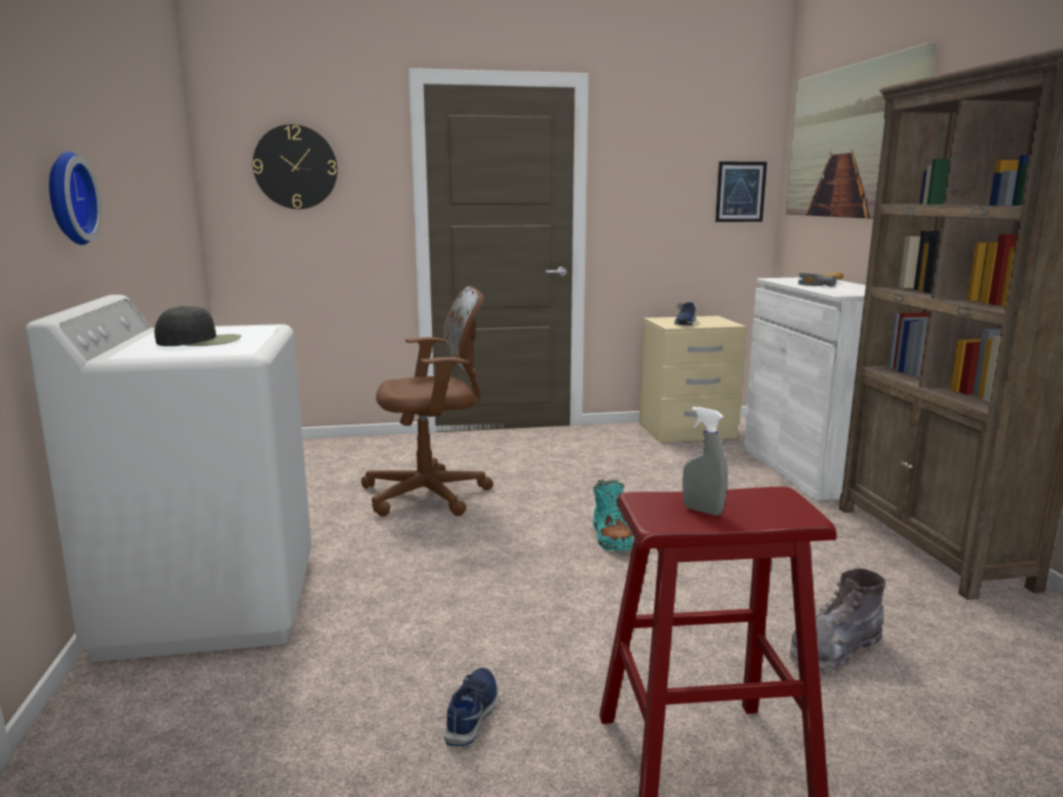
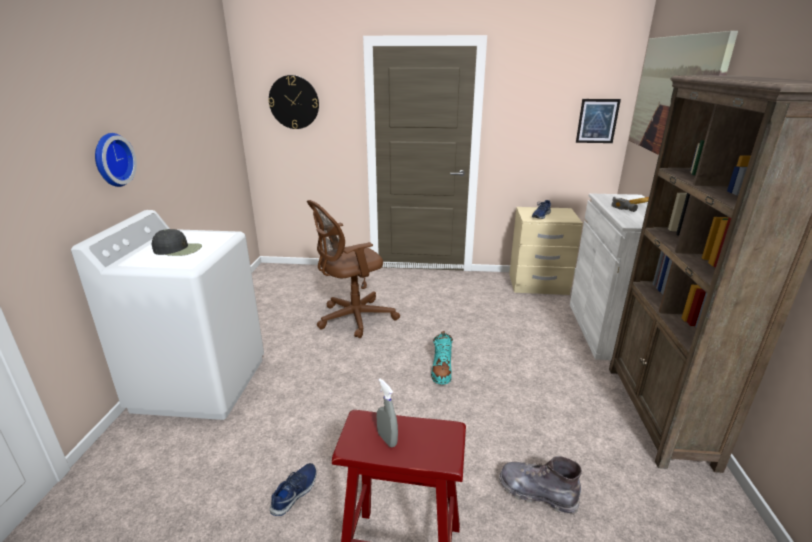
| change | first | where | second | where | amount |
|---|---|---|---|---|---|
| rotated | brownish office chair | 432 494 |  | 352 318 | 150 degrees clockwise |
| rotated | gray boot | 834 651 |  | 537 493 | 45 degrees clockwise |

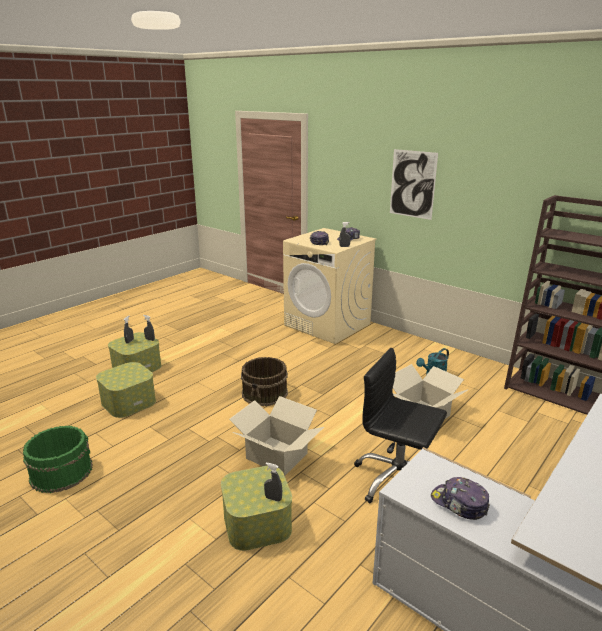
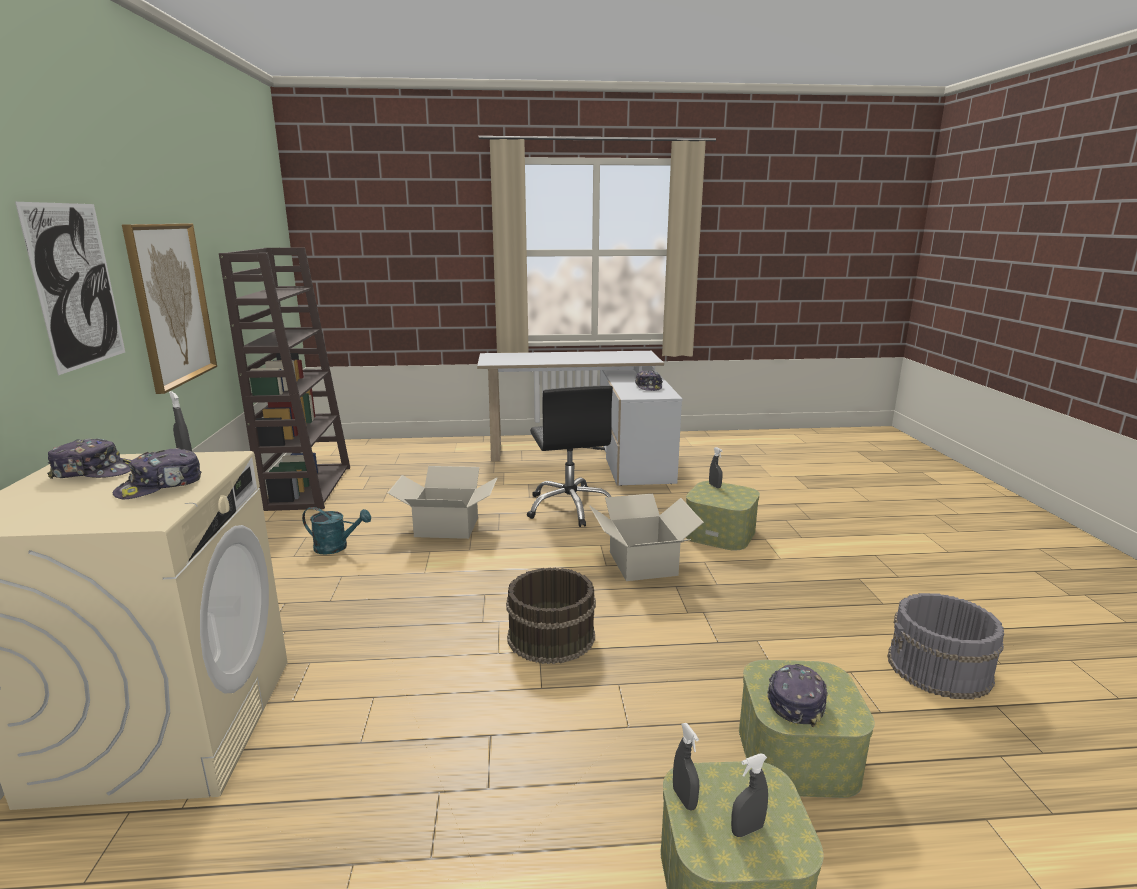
| change | first | where | second | where | amount |
|---|---|---|---|---|---|
| repainted | green-coloured pail | 61 472 | gray pail | 939 669 |  |
| new |  |  | wall picture | 171 304 |  |
| new |  |  | baseball cap | 795 701 |  |

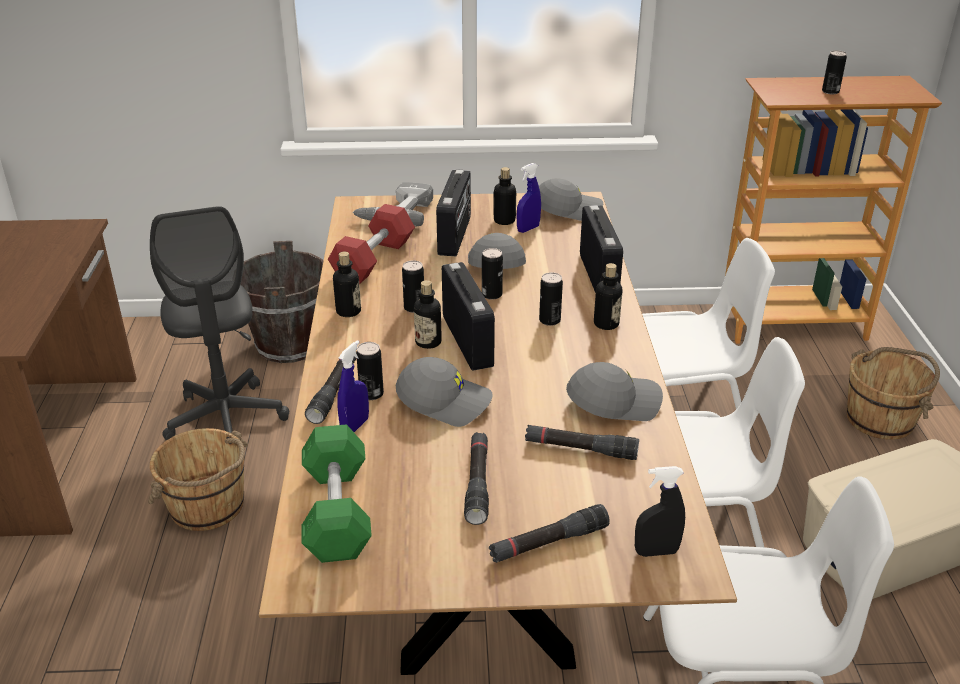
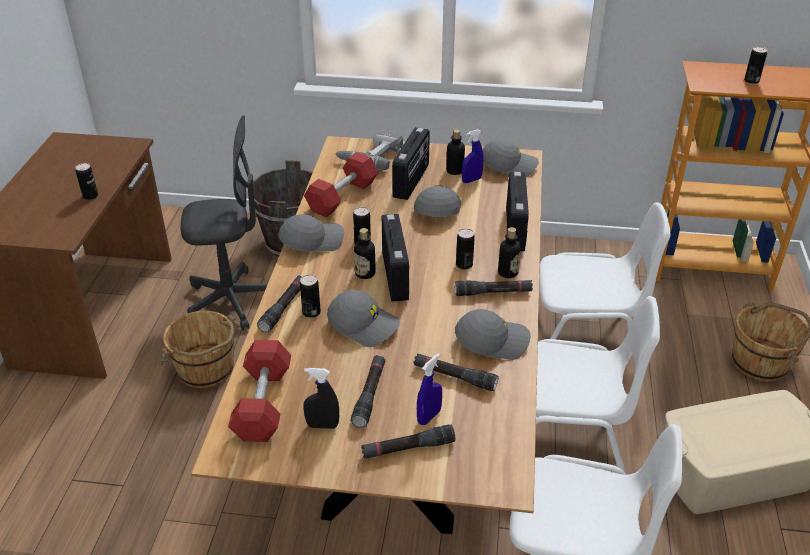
| change | first | where | second | where | amount |
|---|---|---|---|---|---|
| rotated | gray office chair | 226 419 |  | 232 301 | 90 degrees counterclockwise |
| shifted | can | 492 295 |  | 90 196 |  |
| swapped | beverage bottle | 348 311 | gray baseball cap | 312 240 |  |
| shifted | blue-coloured sprayer | 355 426 |  | 429 416 |  |
| repainted | green-coloured dumbbell | 337 511 | reddish dumbbell | 263 403 |  |
| shifted | blackish sprayer | 656 552 |  | 322 425 |  |
| new |  |  | blackish hand torch | 493 292 |  |

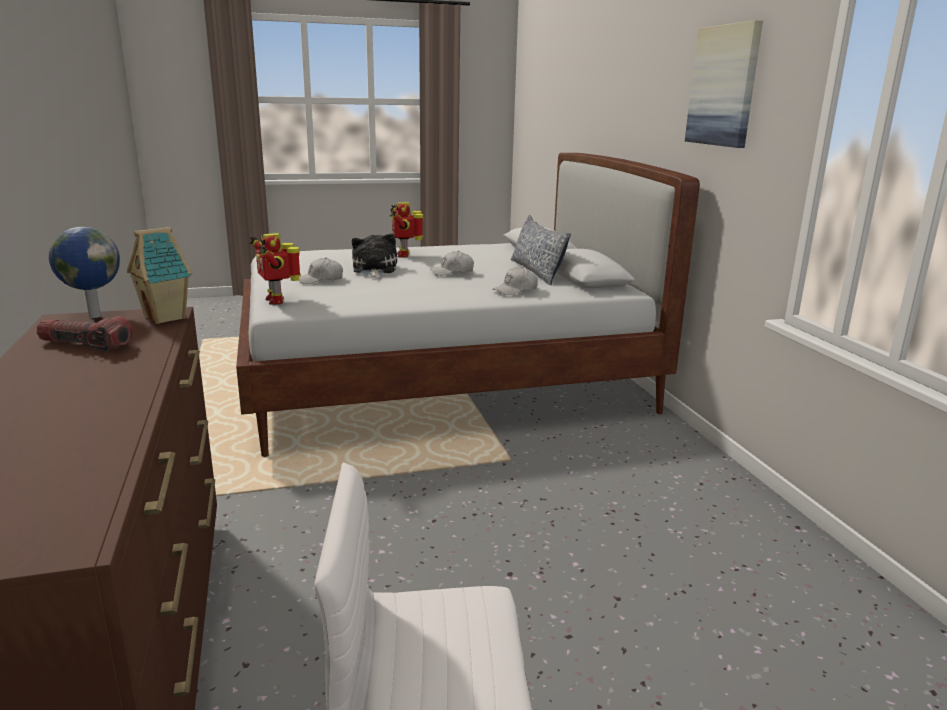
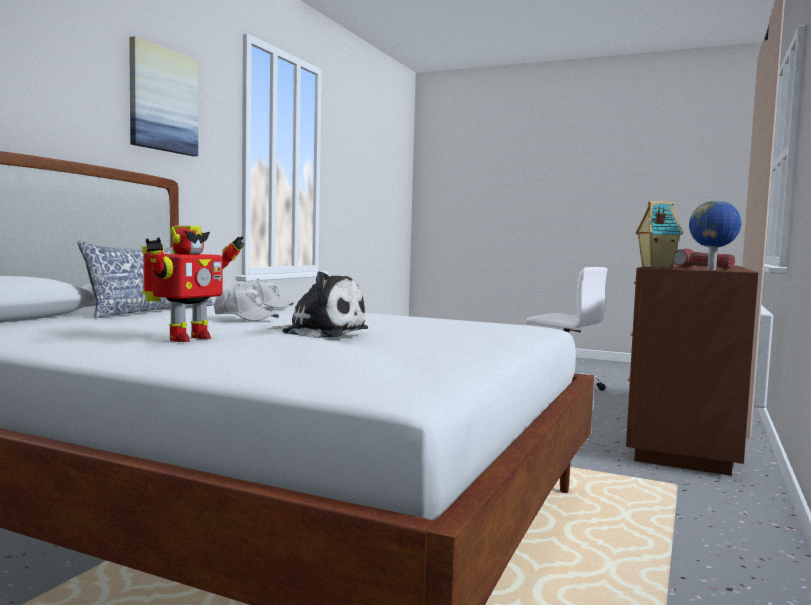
| change | first | where | second | where | amount |
|---|---|---|---|---|---|
| gone | robot figure | 277 300 |  |  |  |
| rotated | cuddly toy | 374 270 |  | 321 332 | 105 degrees counterclockwise |
| gone | white-coloured baseball cap | 320 280 |  |  |  |

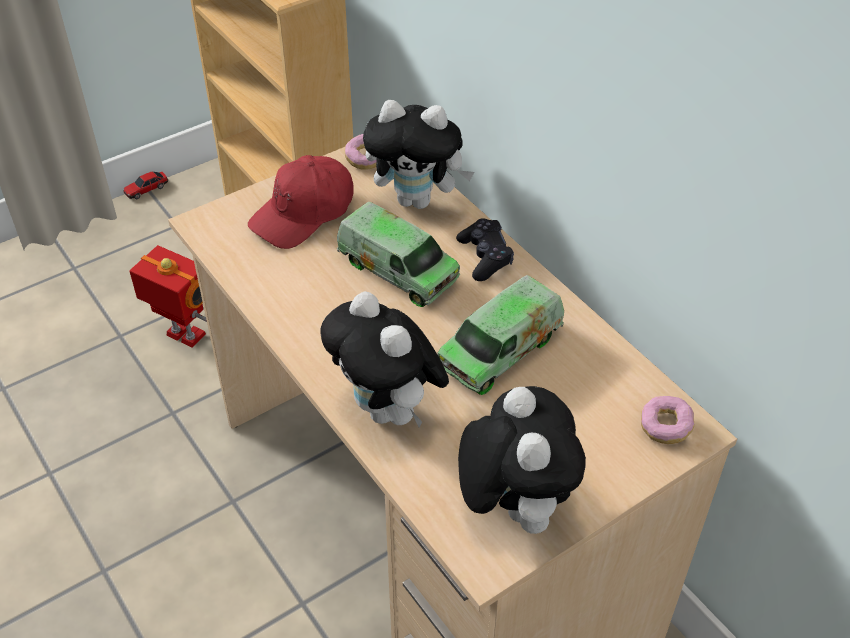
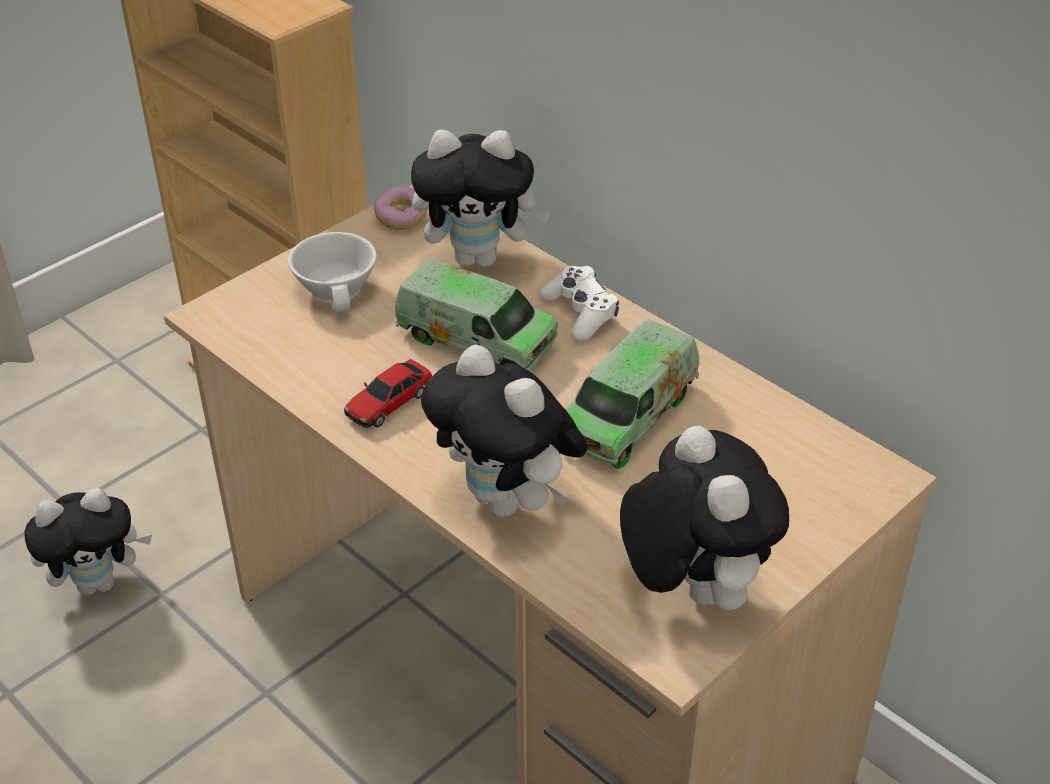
| change | first | where | second | where | amount |
|---|---|---|---|---|---|
| swapped | reddish baseball cap | 304 213 | white-coloured small cup | 339 289 |  |
| shifted | model car | 146 189 |  | 389 402 |  |
| repainted | blackish joypad | 485 257 | white-coloured joypad | 580 312 |  |
| gone | robot figure | 184 336 |  |  |  |
| gone | ring doughnut | 665 427 |  |  |  |
| new |  |  | cuddly toy | 99 582 |  |

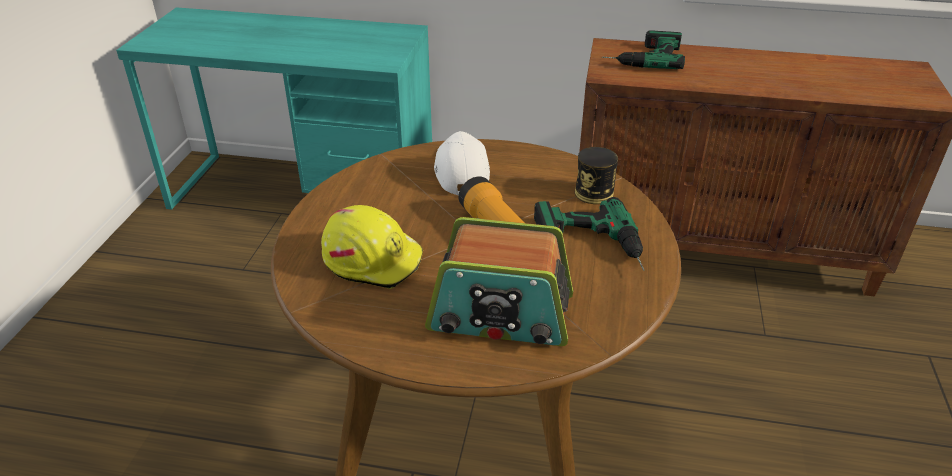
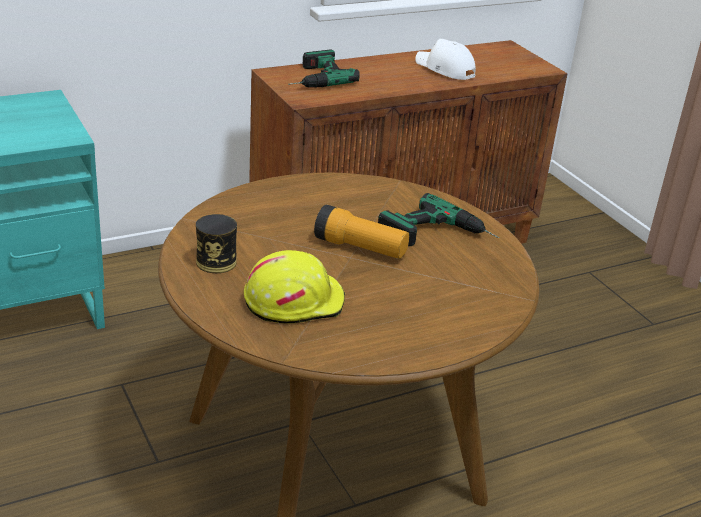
| change | first | where | second | where | amount |
|---|---|---|---|---|---|
| shifted | white-coloured baseball cap | 461 172 |  | 445 69 |  |
| shifted | can | 594 193 |  | 216 262 |  |
| gone | radio set | 500 314 |  |  |  |

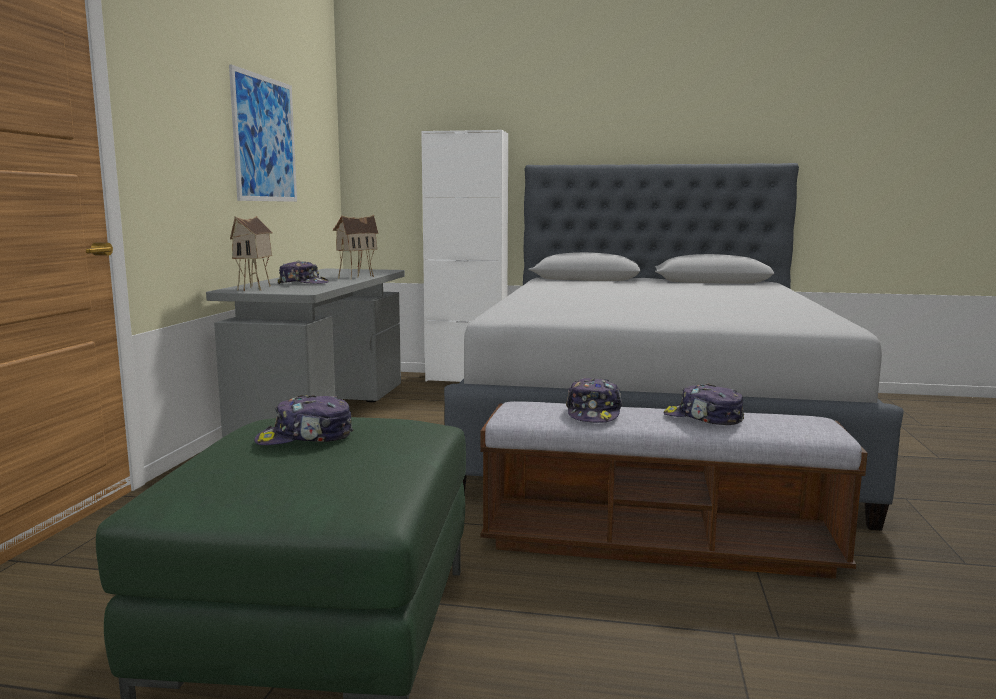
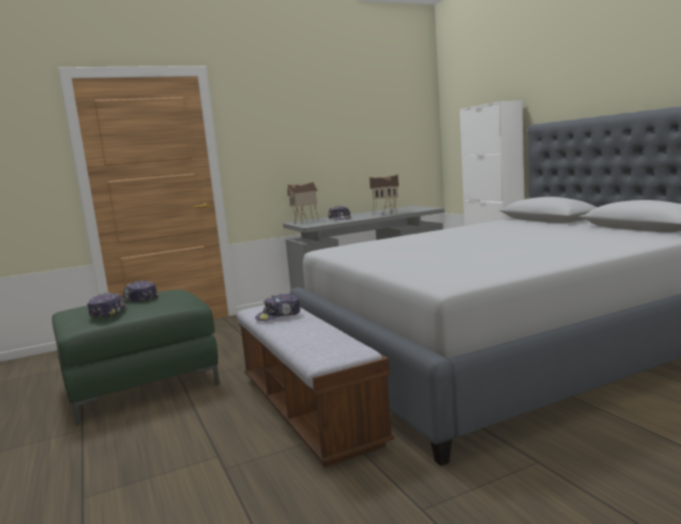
| change | first | where | second | where | amount |
|---|---|---|---|---|---|
| gone | wall picture | 264 139 |  |  |  |
| shifted | baseball cap | 703 419 |  | 108 312 |  |

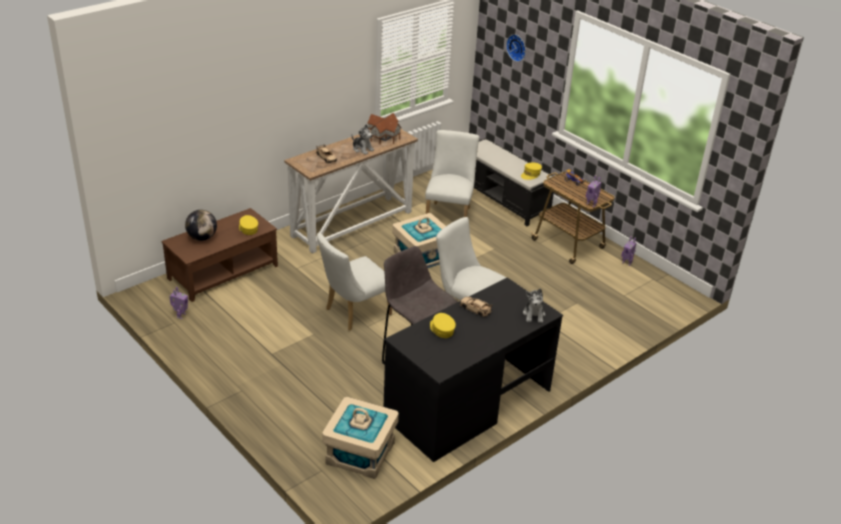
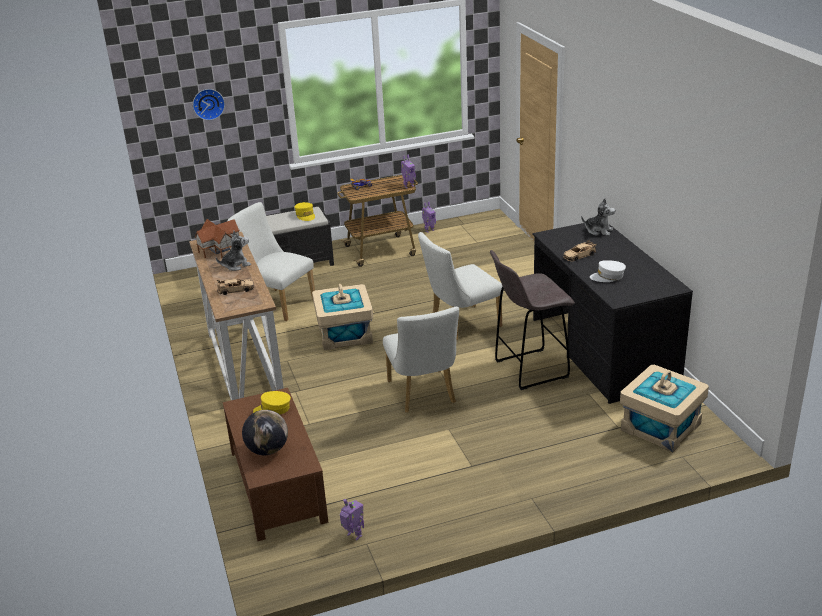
| change | first | where | second | where | amount |
|---|---|---|---|---|---|
| repainted | yellow-coloured baseball cap | 441 329 | white-coloured baseball cap | 608 277 |  |

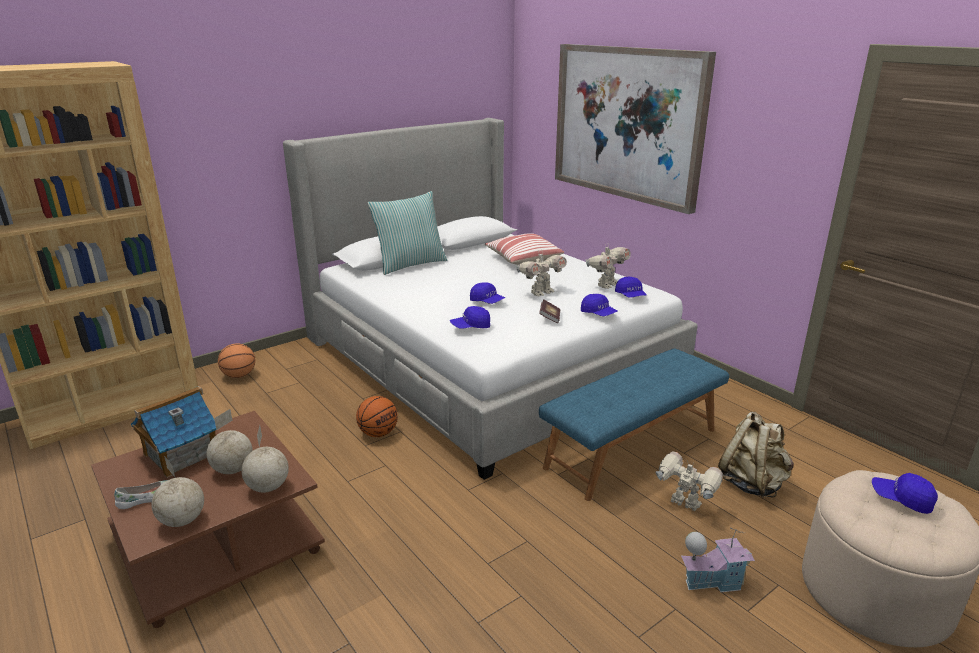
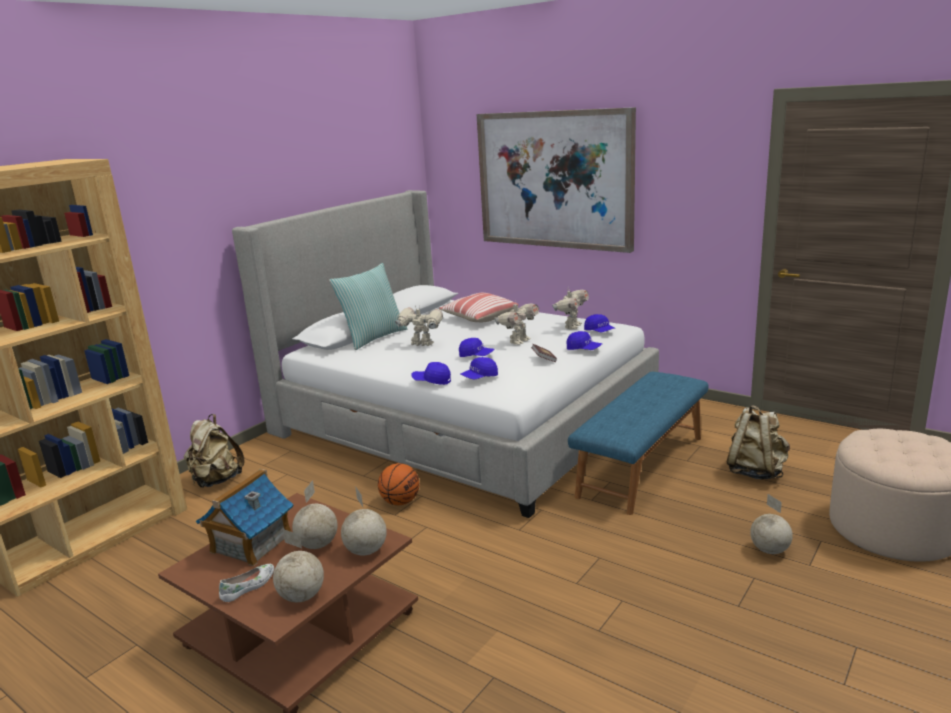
| change | first | where | second | where | amount |
|---|---|---|---|---|---|
| swapped | ball for basketball | 239 376 | beige-coloured rucksack | 216 481 |  |
| shifted | robot figure | 684 505 |  | 421 345 |  |
| shifted | blue-coloured baseball cap | 901 499 |  | 432 381 |  |
| swapped | toy house | 712 581 | desk globe | 769 550 |  |

